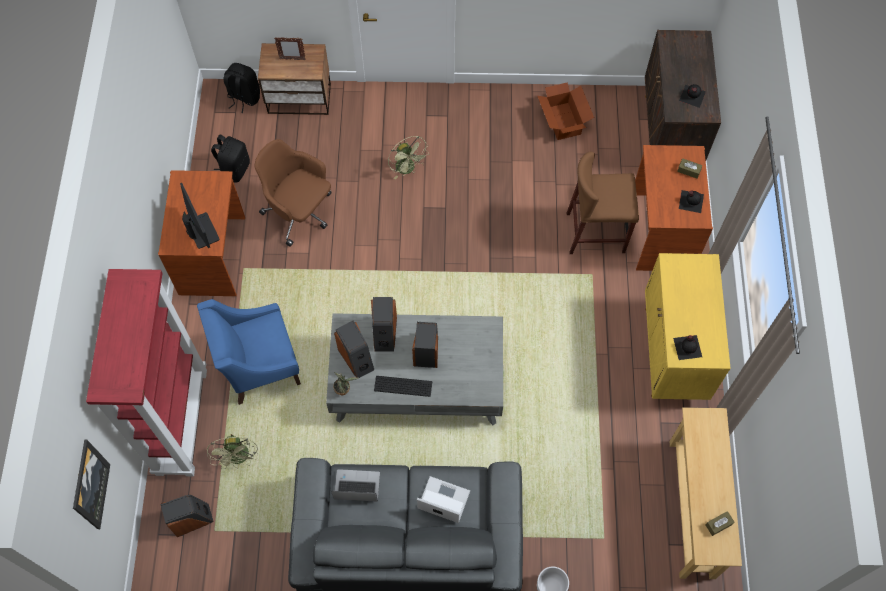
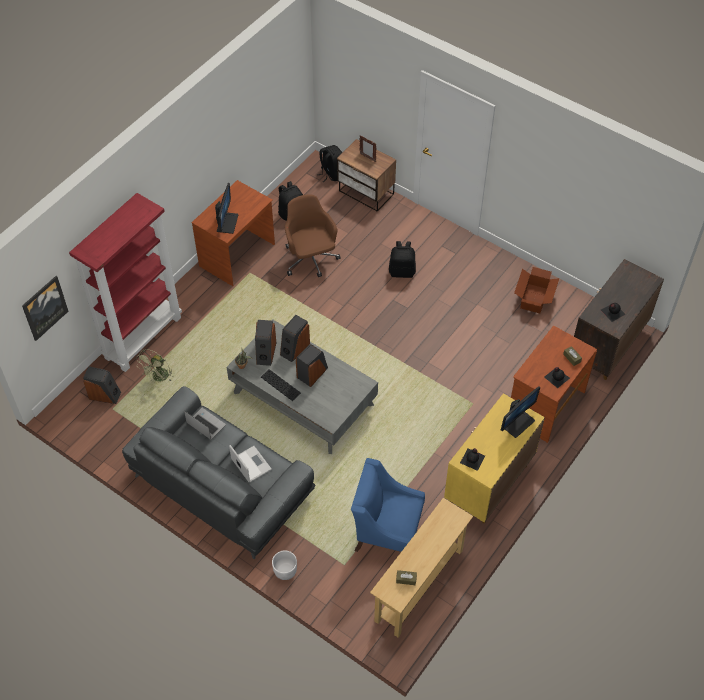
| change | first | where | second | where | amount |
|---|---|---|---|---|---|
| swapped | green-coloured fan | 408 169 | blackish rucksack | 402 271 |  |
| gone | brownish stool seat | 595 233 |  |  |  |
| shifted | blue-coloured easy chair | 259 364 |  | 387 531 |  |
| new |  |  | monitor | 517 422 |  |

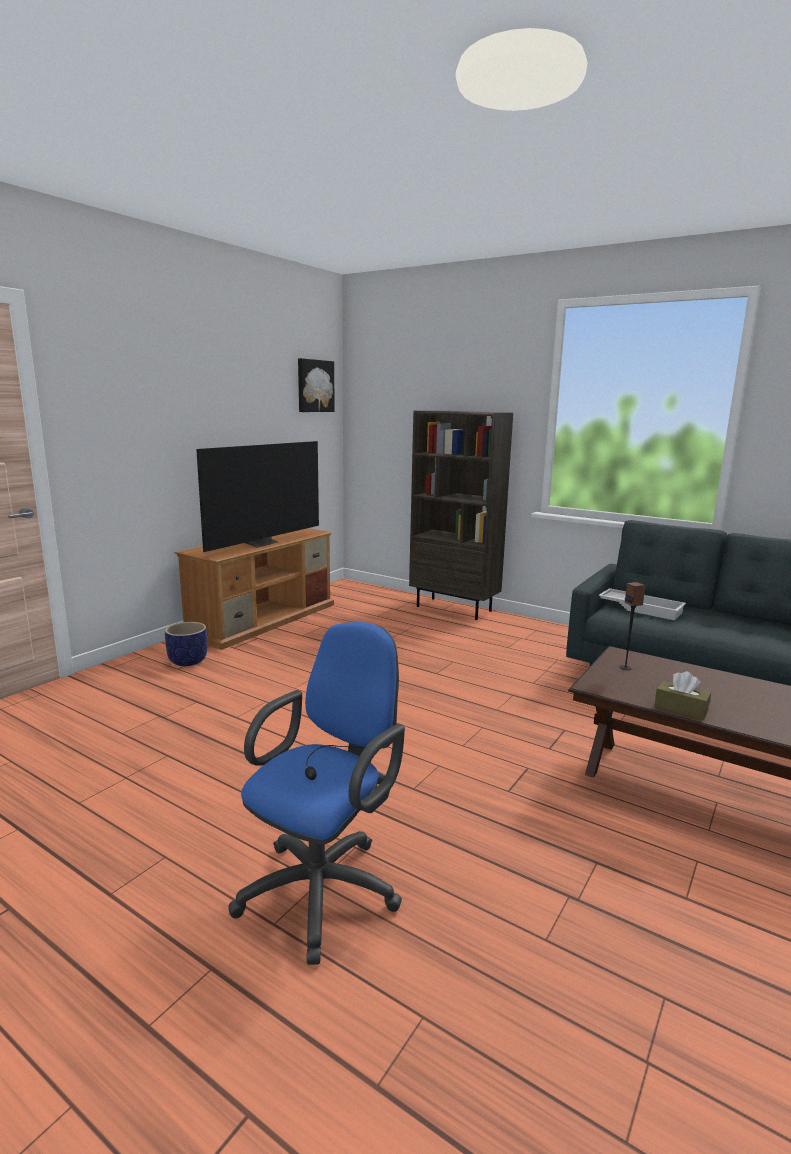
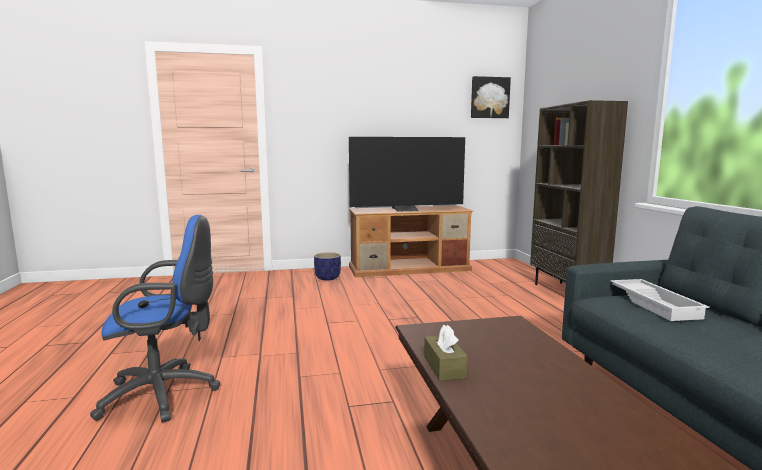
| change | first | where | second | where | amount |
|---|---|---|---|---|---|
| gone | speaker | 625 668 |  |  |  |

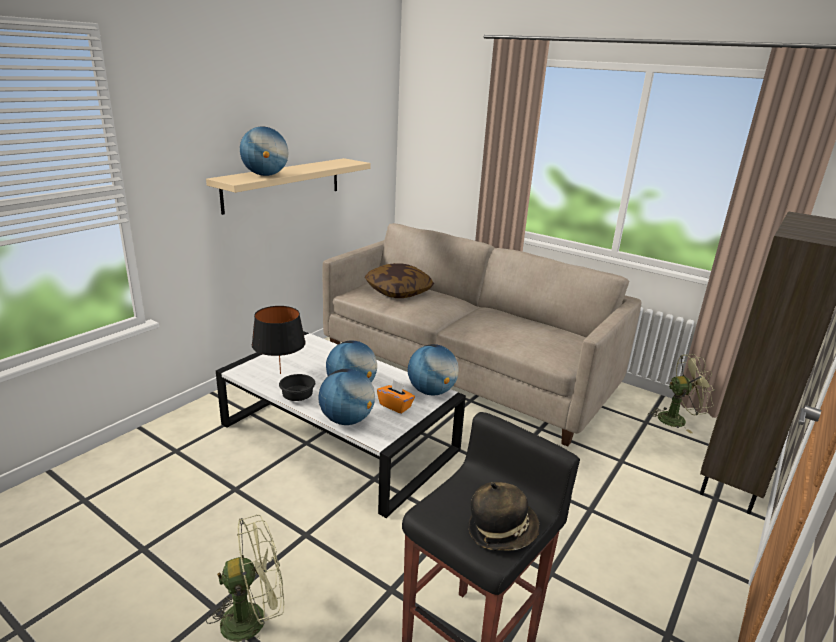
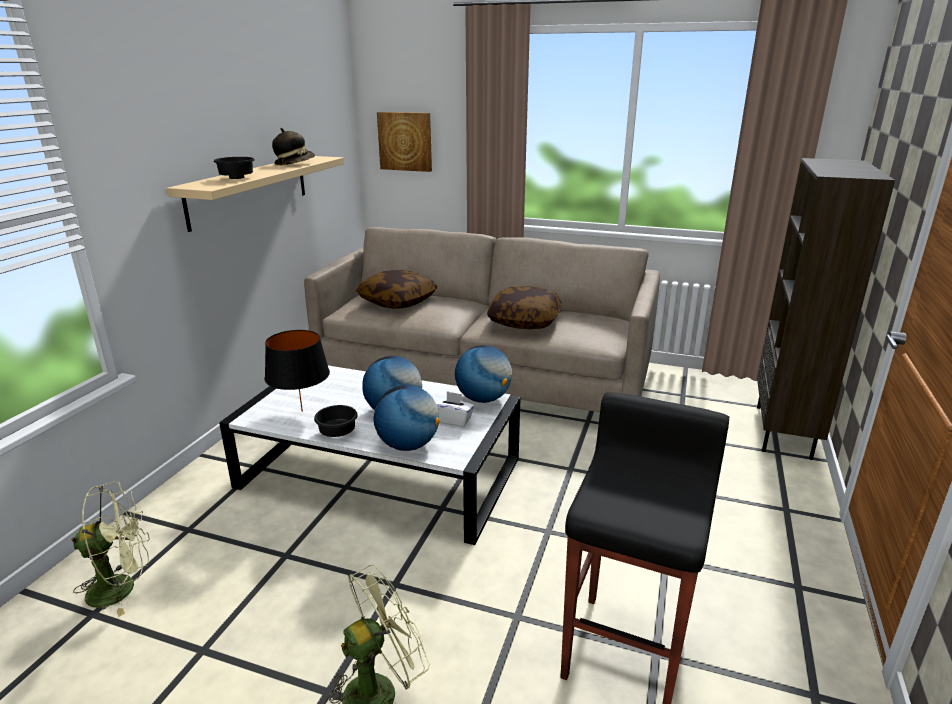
| change | first | where | second | where | amount |
|---|---|---|---|---|---|
| swapped | desk globe | 265 175 | blackish deep dish | 237 178 |  |
| shifted | green-coloured fan | 677 419 |  | 122 587 |  |
| repainted | orange-coloured tissue holder | 395 406 | white-coloured tissue holder | 453 420 |  |
| shifted | wearable hat | 502 531 |  | 294 164 |  |
| new |  |  | wall picture | 405 141 |  |
| new |  |  | pillow | 524 321 |  |

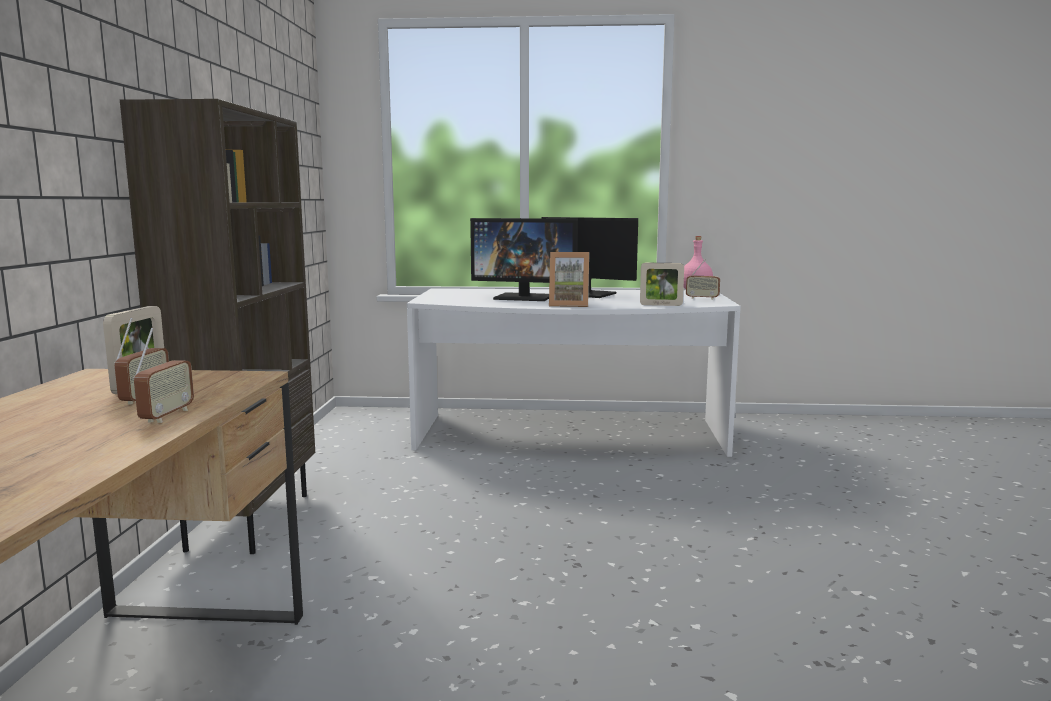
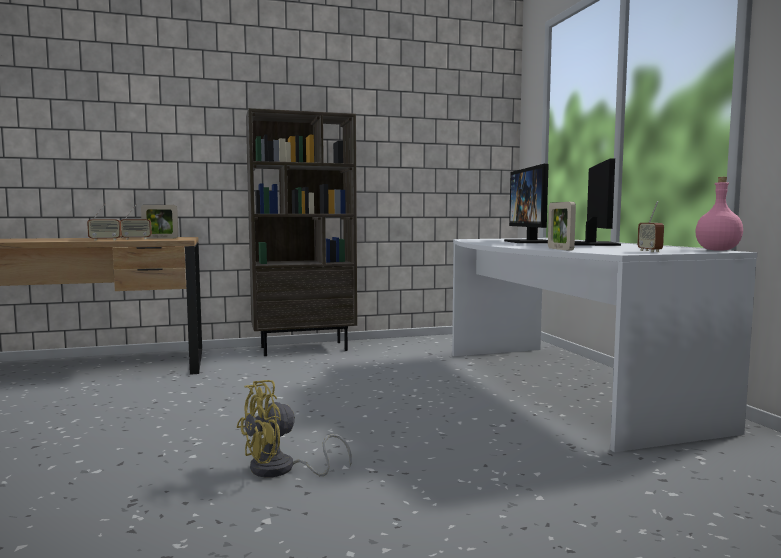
| change | first | where | second | where | amount |
|---|---|---|---|---|---|
| gone | picture frame | 568 305 |  |  |  |
| new |  |  | yellow-coloured fan | 281 470 |  |

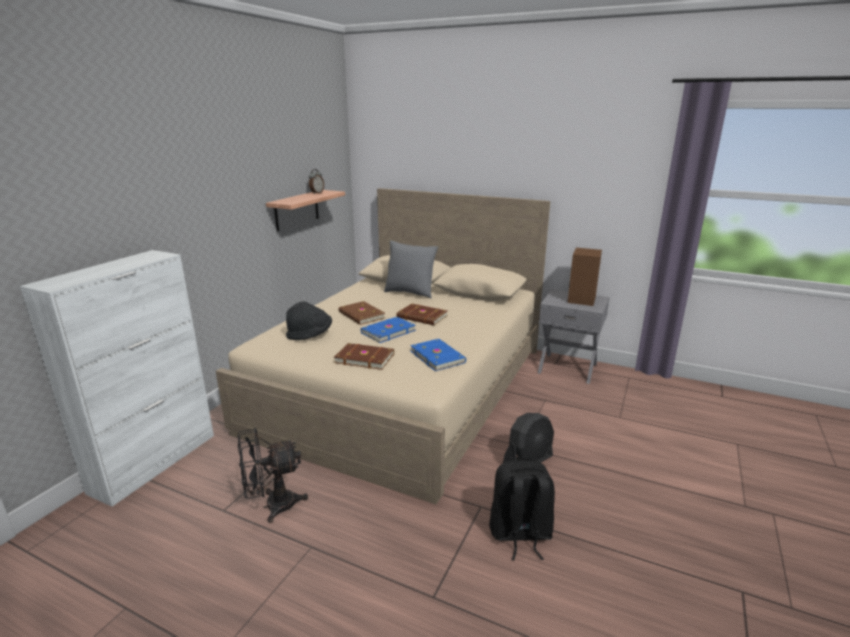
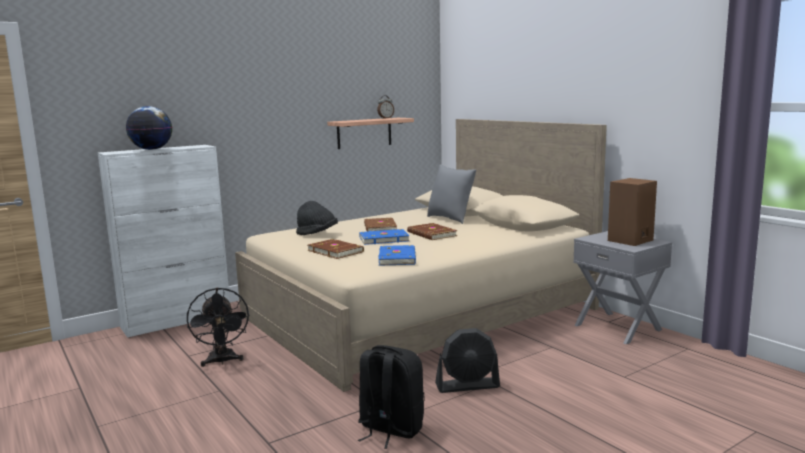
| change | first | where | second | where | amount |
|---|---|---|---|---|---|
| rotated | blackish fan | 272 506 |  | 222 361 | 120 degrees counterclockwise |
| new |  |  | desk globe | 151 149 |  |

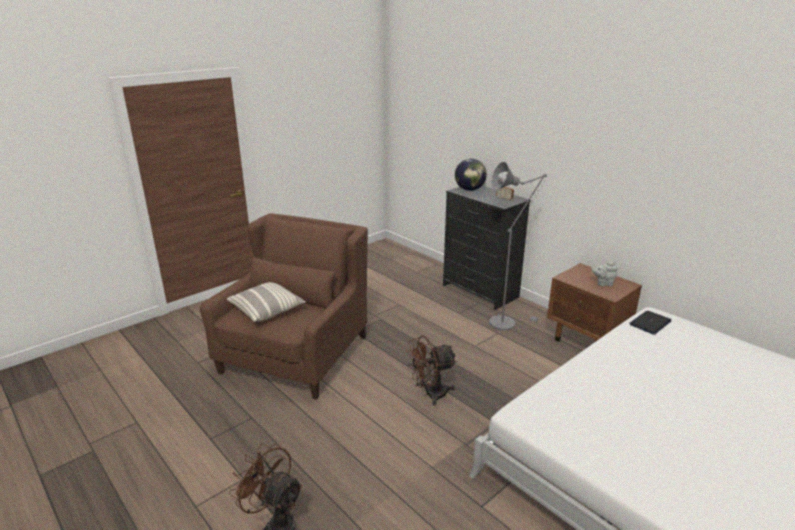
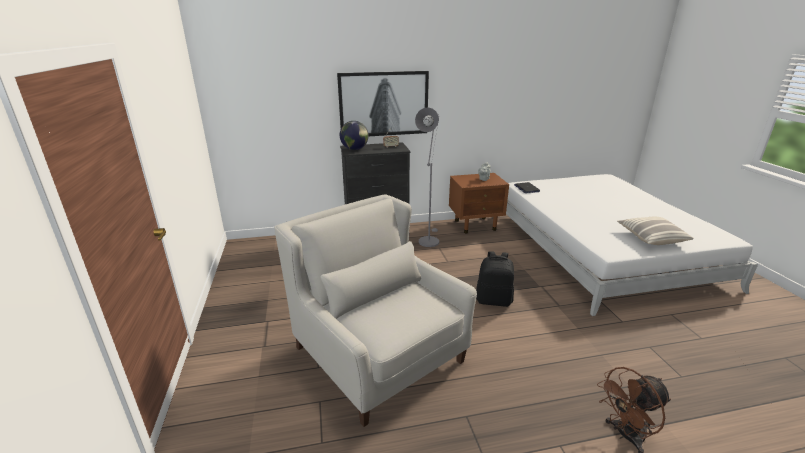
| change | first | where | second | where | amount |
|---|---|---|---|---|---|
| repainted | brownish easy chair | 295 354 | white-coloured easy chair | 378 355 |  |
| shifted | pillow | 267 310 |  | 651 238 |  |
| swapped | brownish fan | 430 394 | blackish rucksack | 494 300 |  |
| new |  |  | wall picture | 384 104 |  |

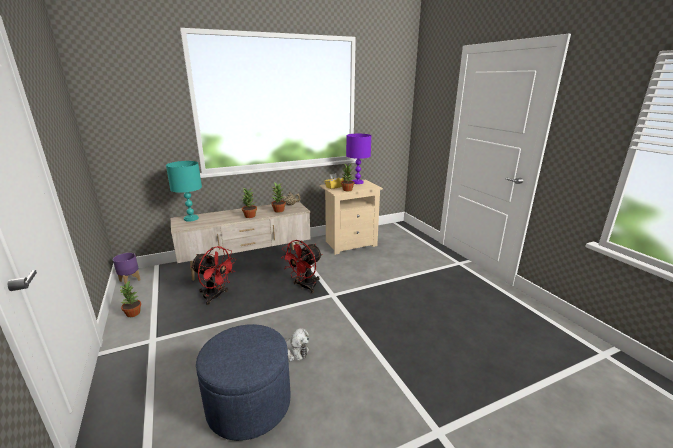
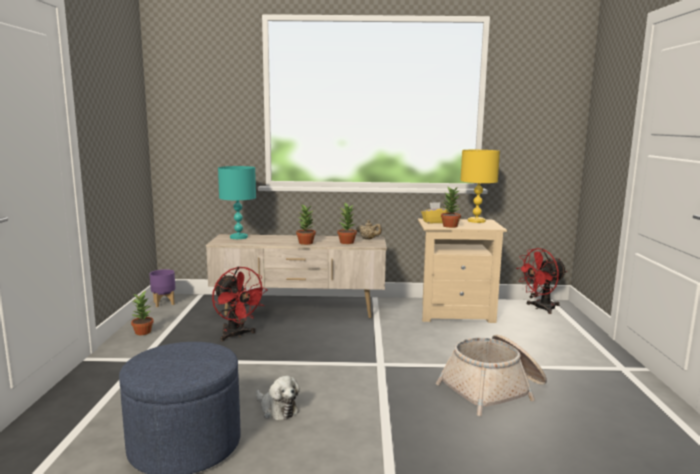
| change | first | where | second | where | amount |
|---|---|---|---|---|---|
| repainted | purple lamp for a table | 357 182 | yellow-coloured lamp for a table | 476 221 |  |
| shifted | reddish fan | 304 287 |  | 540 308 |  |
| new |  |  | basket | 494 390 |  |

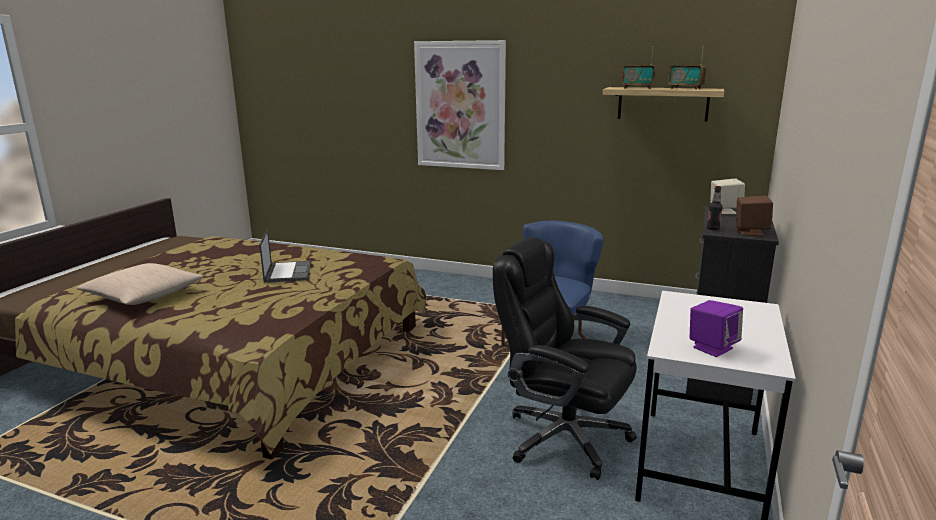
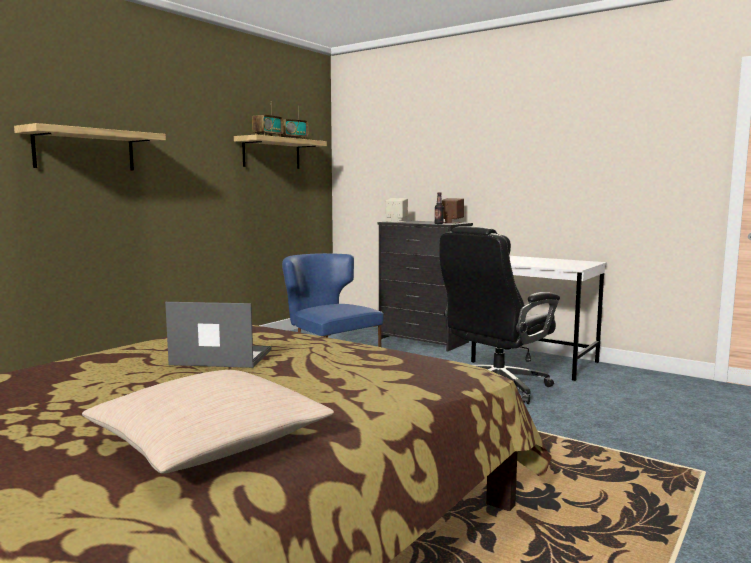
| change | first | where | second | where | amount |
|---|---|---|---|---|---|
| swapped | wall picture | 460 105 | shelf | 85 150 |  |
| gone | purple speaker | 712 347 |  |  |  |

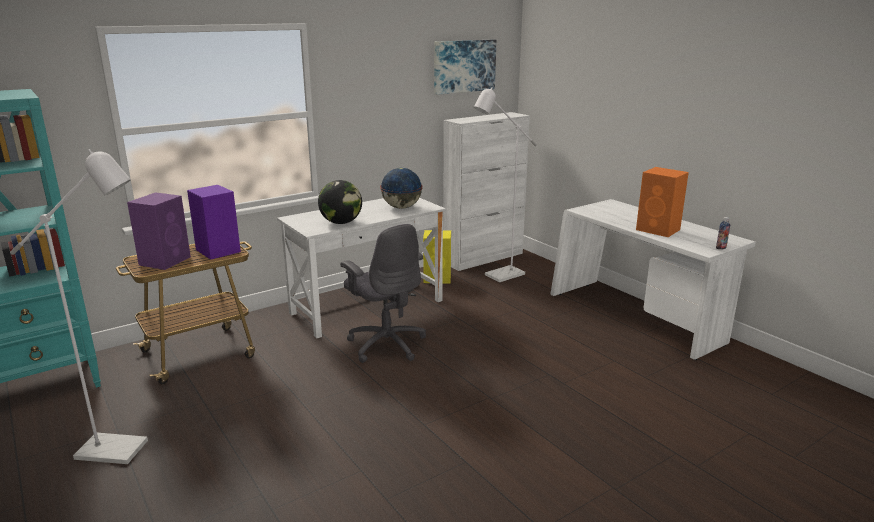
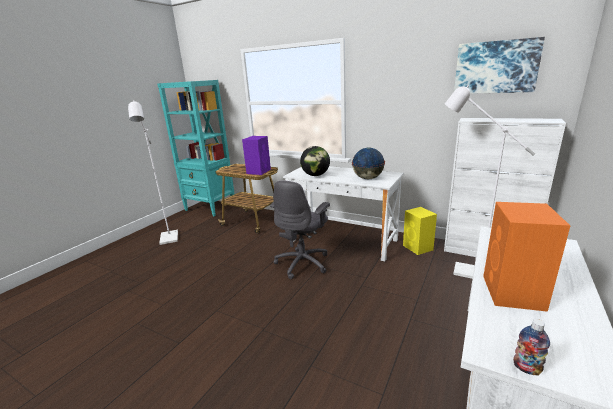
| change | first | where | second | where | amount |
|---|---|---|---|---|---|
| gone | purple speaker | 166 260 |  |  |  |

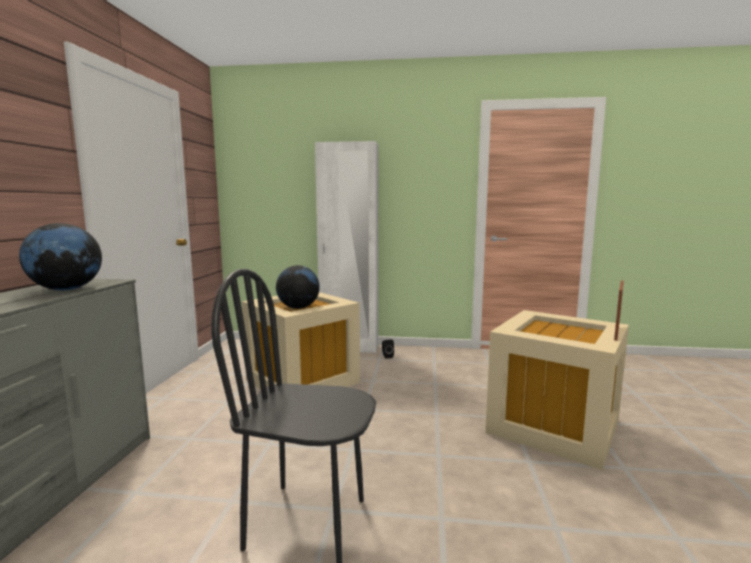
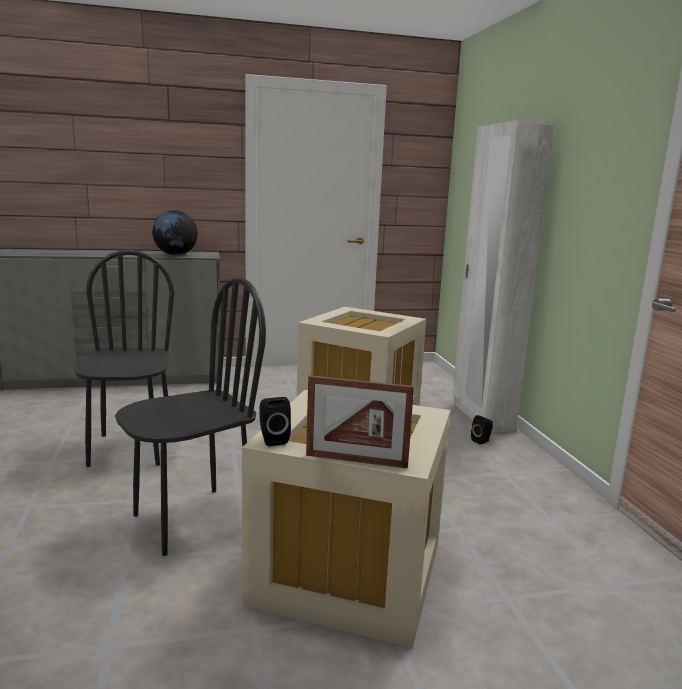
| change | first | where | second | where | amount |
|---|---|---|---|---|---|
| gone | desk globe | 298 308 |  |  |  |
| new |  |  | blackish upright chair | 192 520 |  |
| new |  |  | blackish speaker | 272 439 |  |

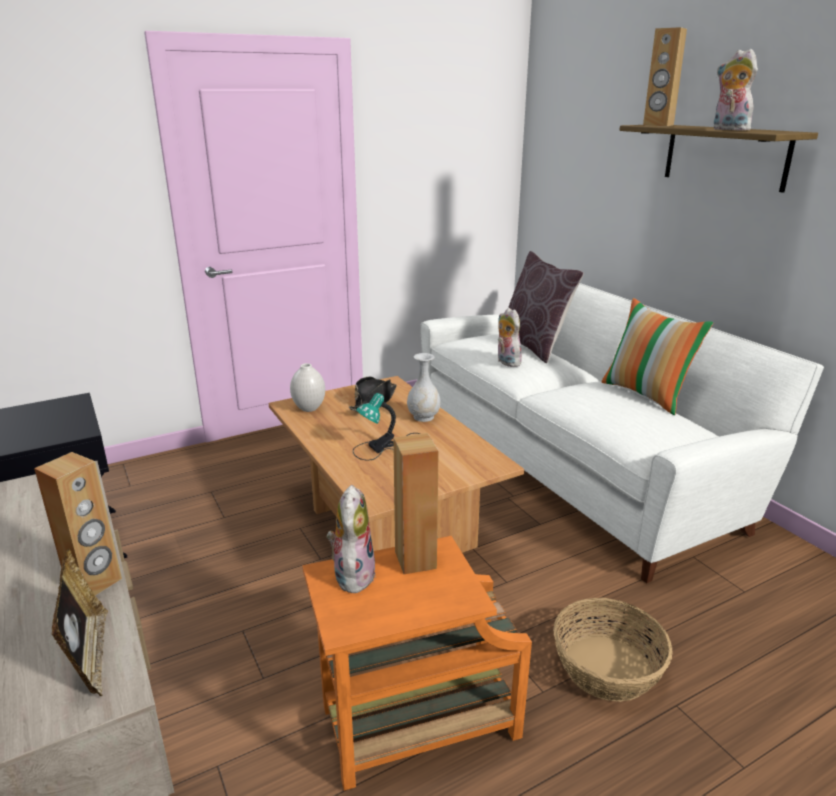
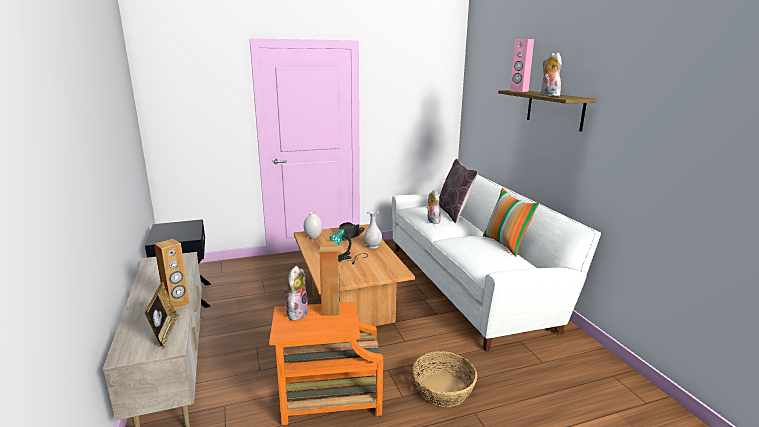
| change | first | where | second | where | amount |
|---|---|---|---|---|---|
| repainted | brownish speaker | 658 125 | pink-coloured speaker | 519 91 |  |

